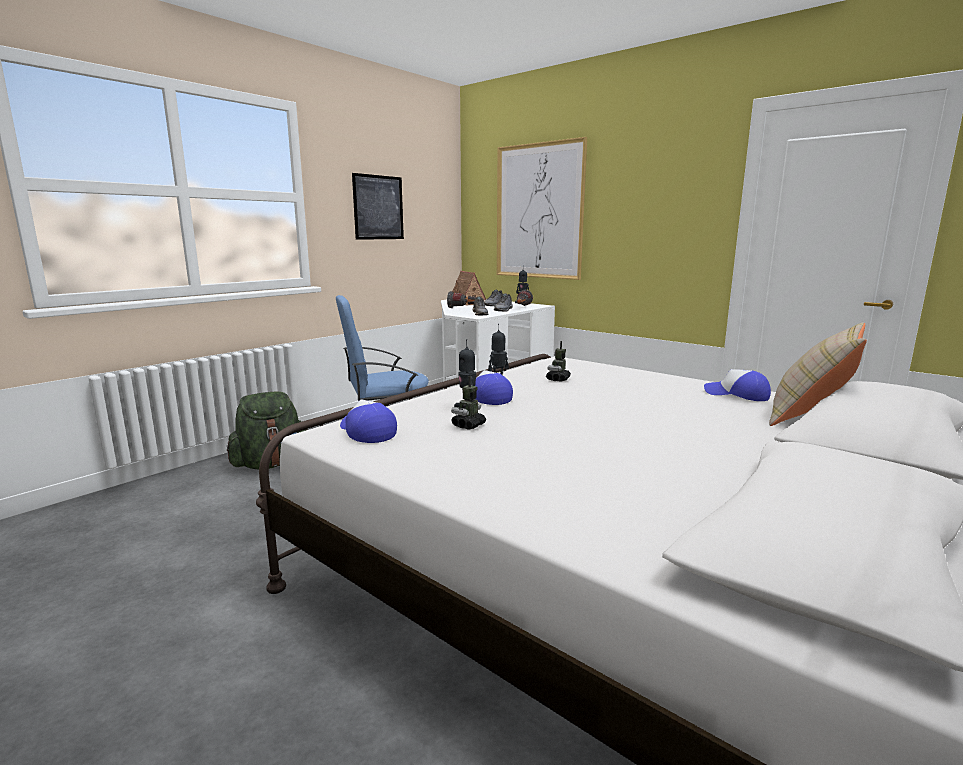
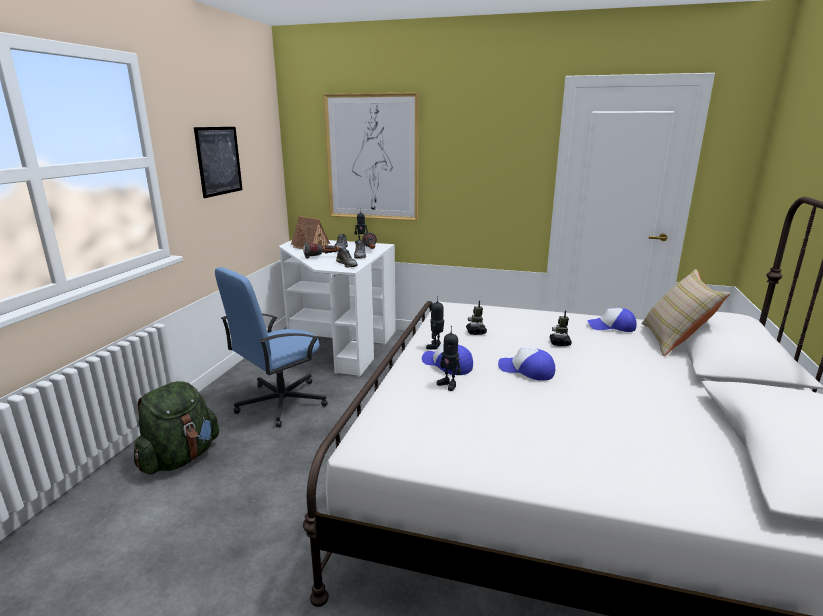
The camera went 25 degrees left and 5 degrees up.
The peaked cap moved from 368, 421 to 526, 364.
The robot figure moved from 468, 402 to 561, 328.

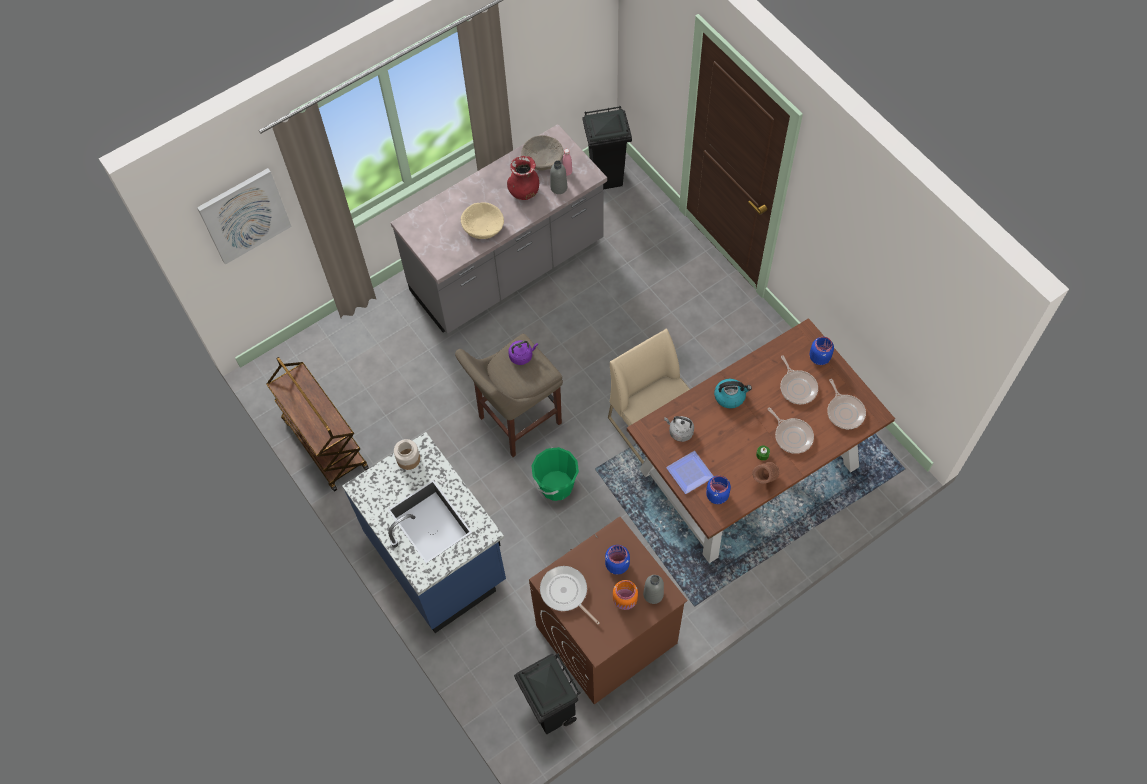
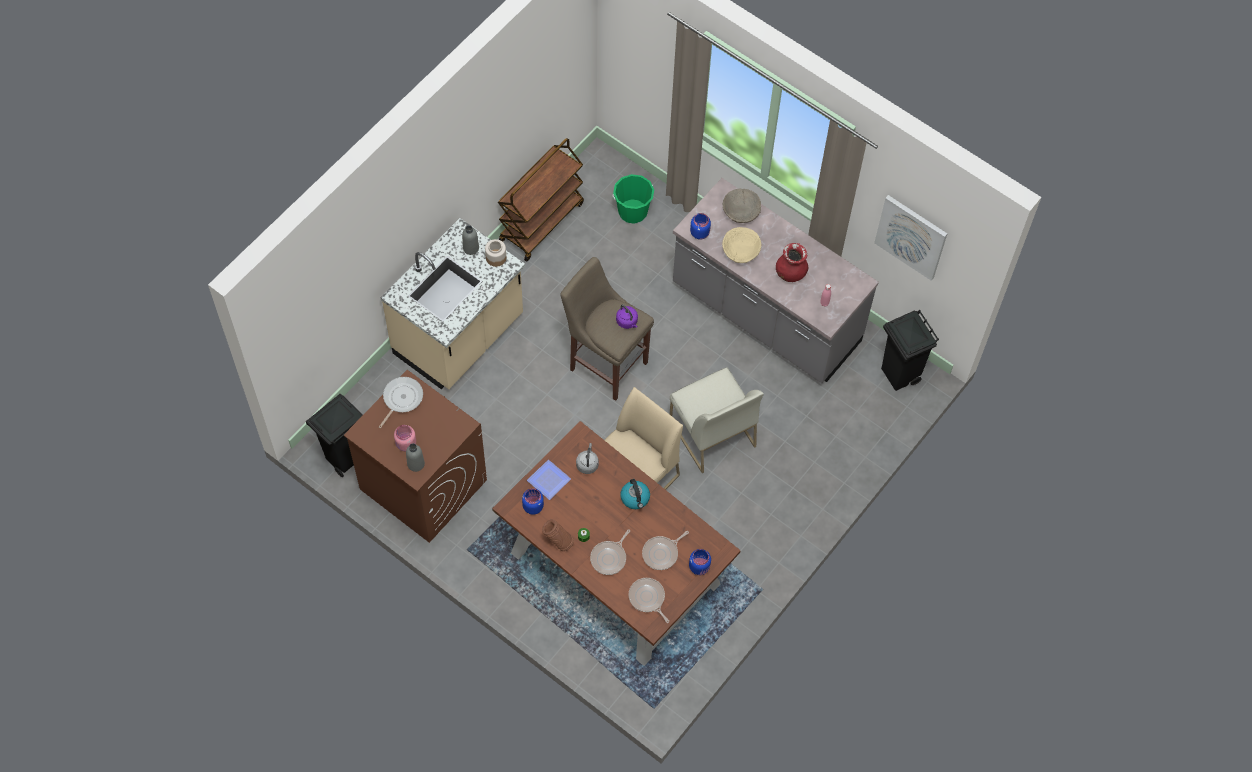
The camera went 70 degrees right and 0 degrees up.
The bluish kitchen counter at 424, 532 became the sand-coloured kitchen counter at 452, 303.
The orange preserve jar at 625, 595 became the pink preserve jar at 405, 438.
The gray bottle moved from 558, 177 to 470, 240.
The greenish bucket moved from 555, 474 to 633, 199.
The pan at 846, 404 turned 90 degrees clockwise.
The whitish chair at 717, 420 appeared.
The bluish preserve jar moved from 617, 560 to 700, 226.
The sand-coloured bowl moved from 542, 152 to 742, 206.
The wall picture moved from 244, 216 to 911, 238.

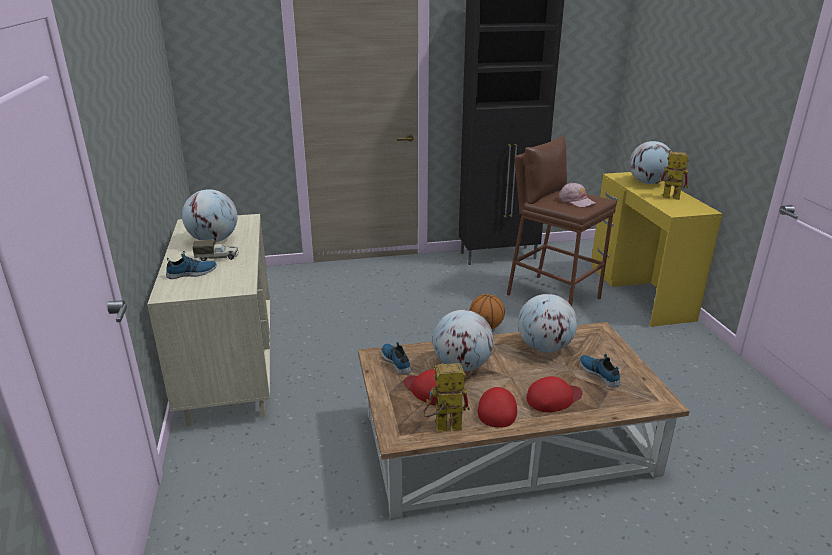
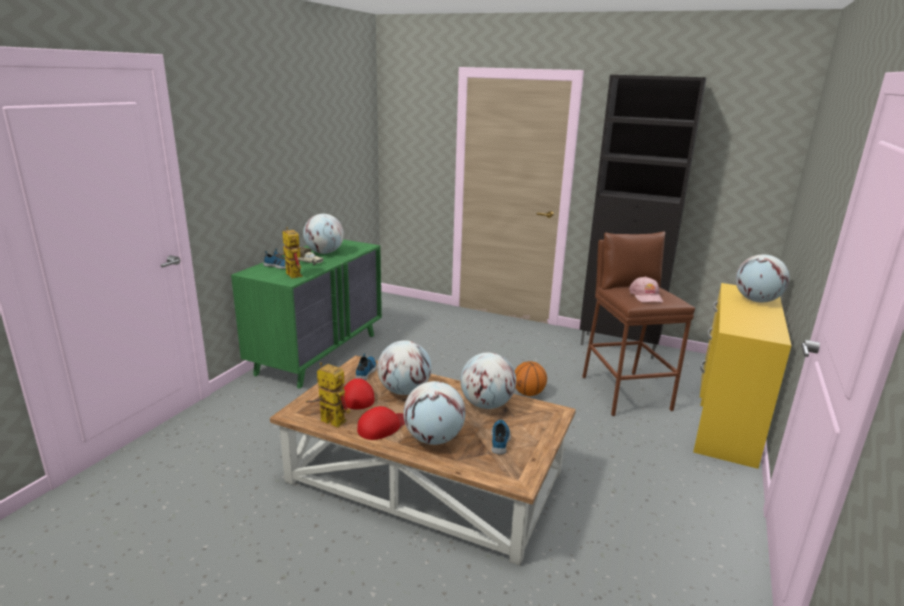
The camera went 35 degrees right and 5 degrees down.
The sand-coloured dresser at 208, 320 became the greenish dresser at 306, 314.
The robot figure moved from 672, 175 to 289, 252.
The reddish peaked cap at 554, 394 was replaced by the world globe at 434, 413.

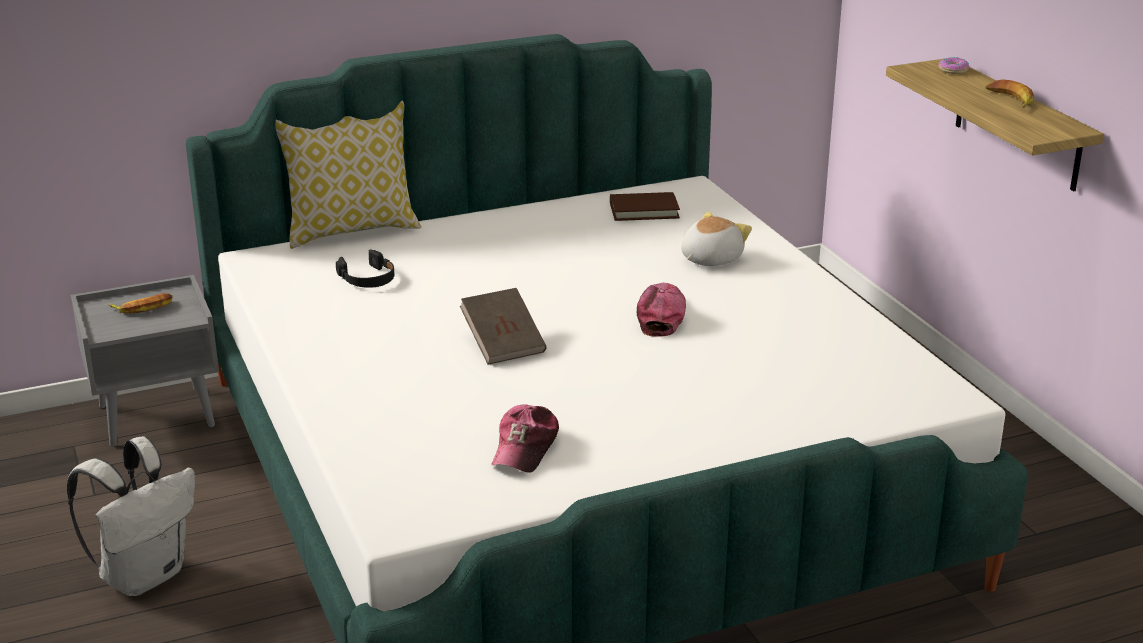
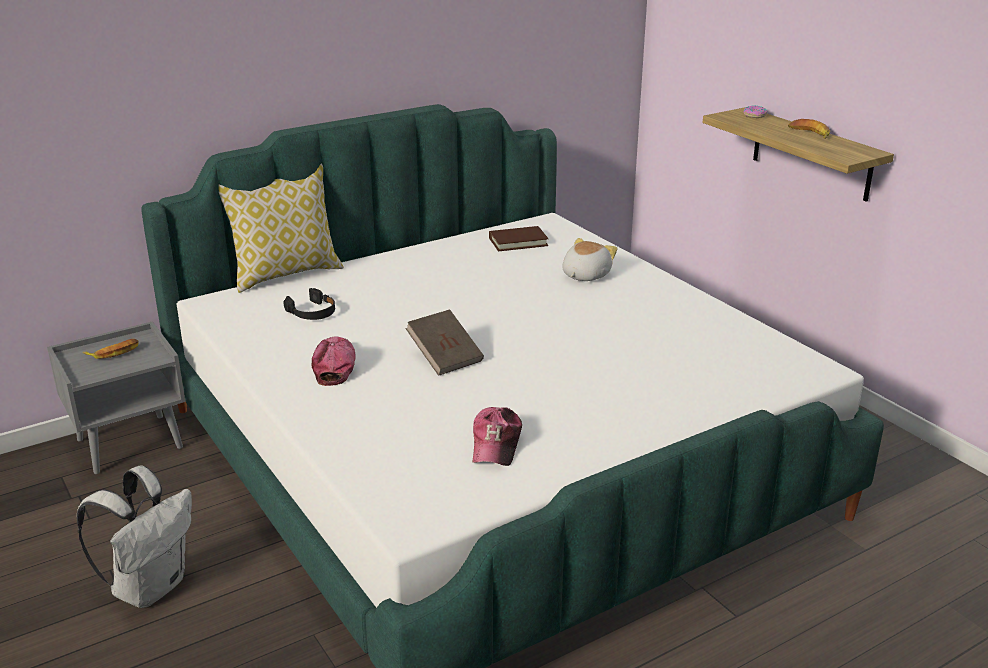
The camera went 10 degrees left and 0 degrees up.
The peaked cap moved from 661, 310 to 334, 361.

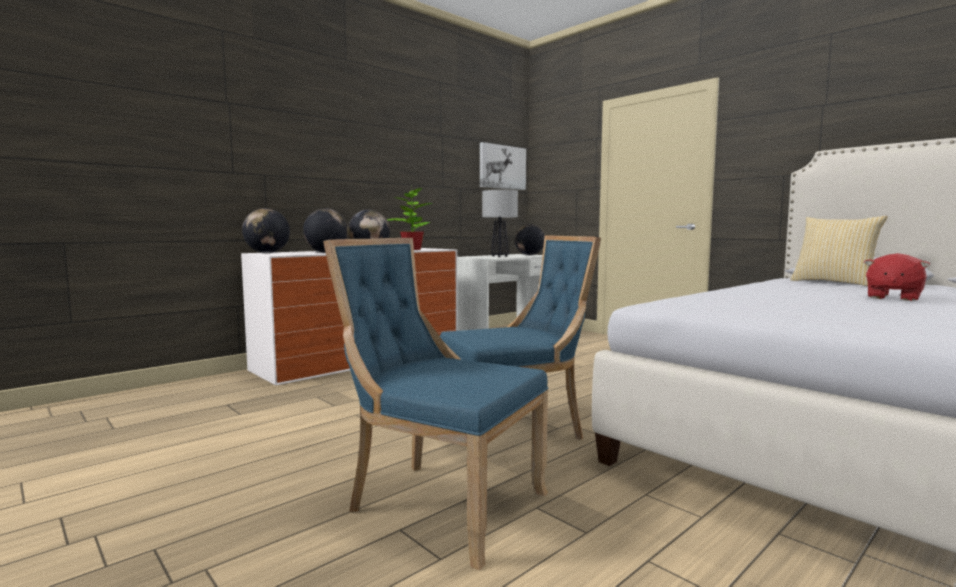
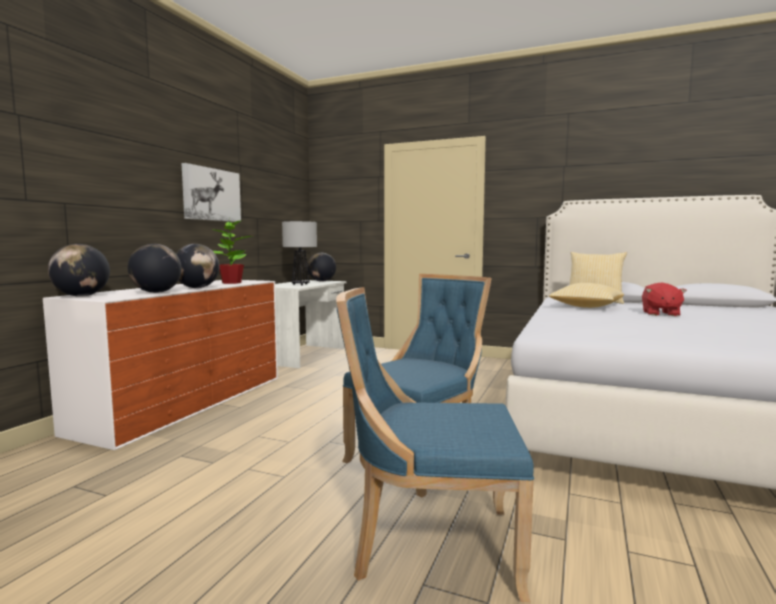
The camera went 25 degrees left and 0 degrees up.
The wall picture moved from 503, 166 to 211, 192.
The pillow at 586, 295 appeared.

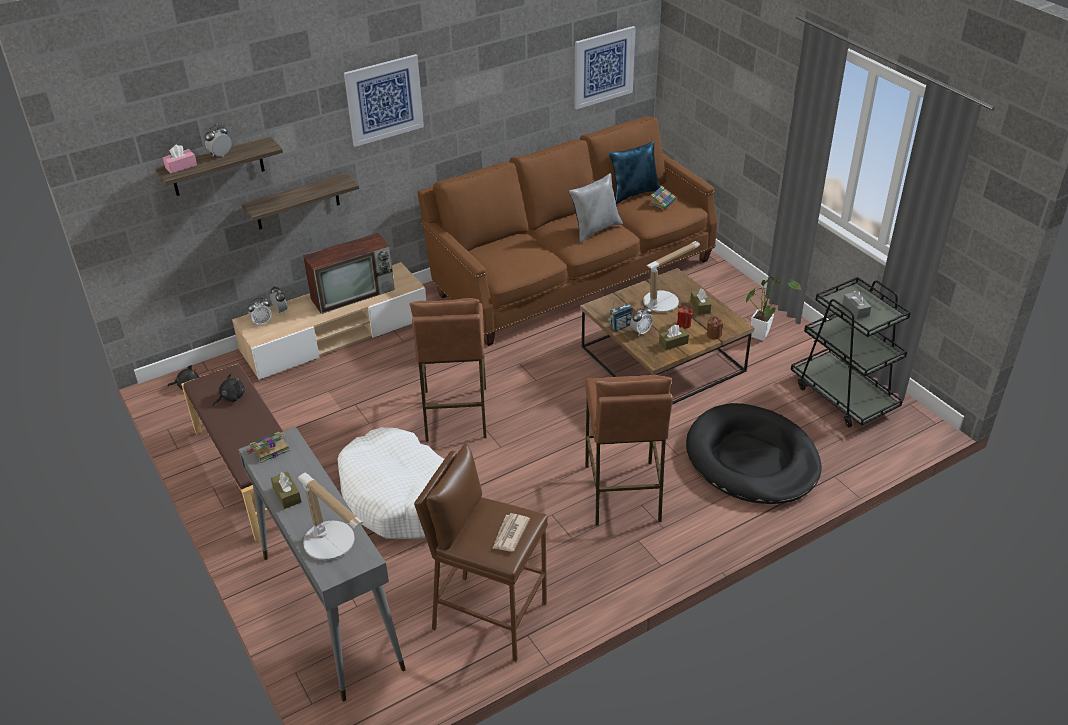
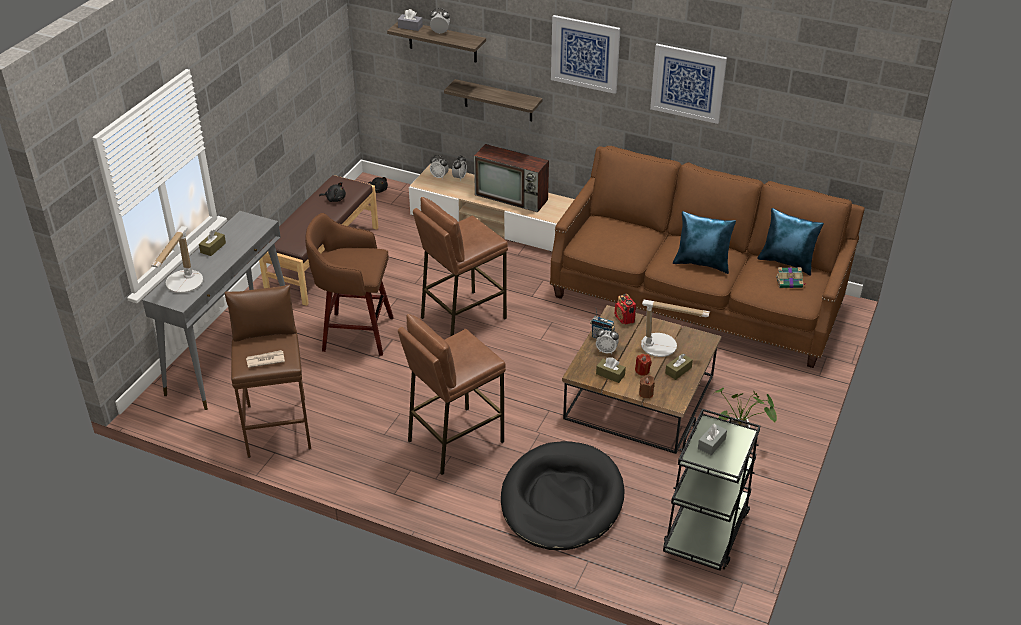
The camera went 55 degrees right and 0 degrees up.
The whitish dog bed at 391, 483 was replaced by the brown stool seat at 349, 284.
The pink box of tissues at 180, 159 became the gray box of tissues at 410, 20.
The radio set at 625, 309 appeared.
The wall picture moved from 605, 67 to 688, 84.
The gray pillow at 596, 208 became the bluish pillow at 704, 242.
The volume at 268, 447 disappeared.

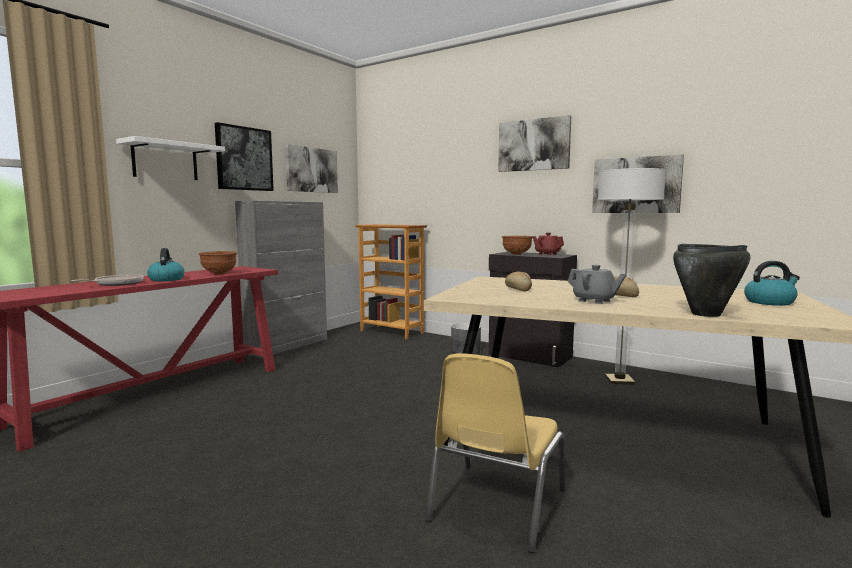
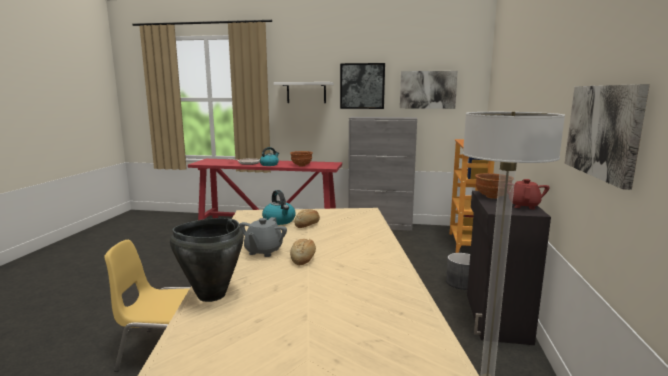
The camera went 65 degrees right and 5 degrees up.
The kettle moved from 772, 283 to 279, 207.
The wall picture at 534, 143 disappeared.

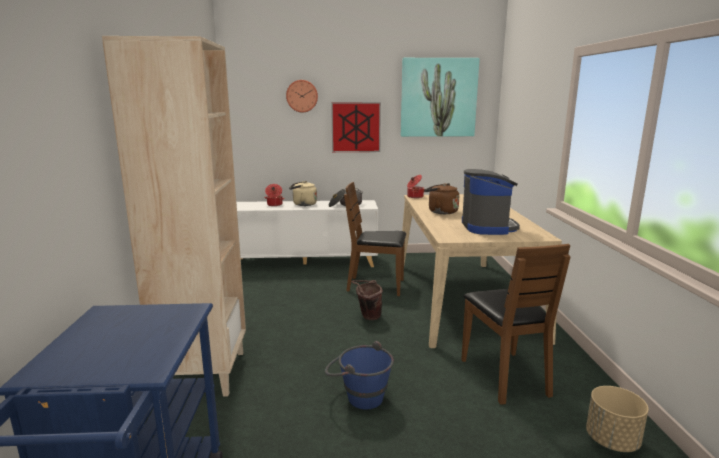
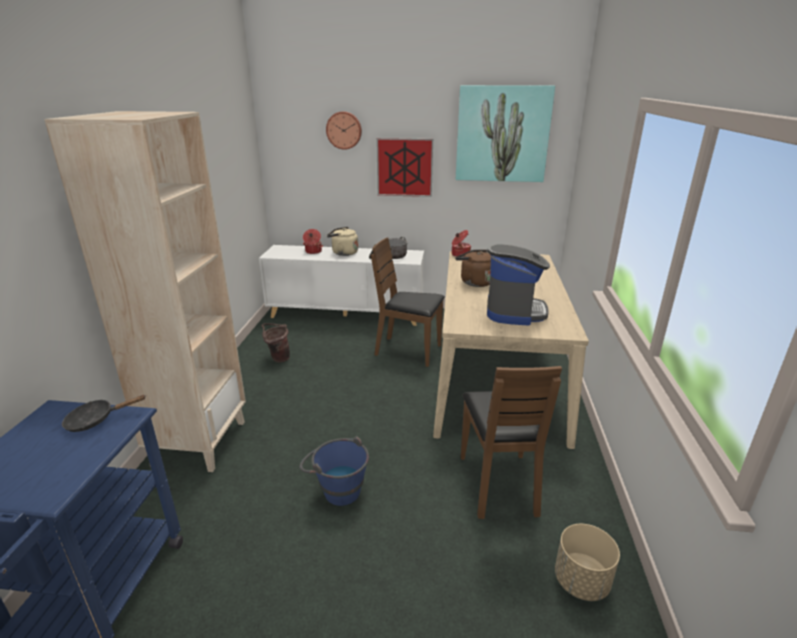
The camera went 10 degrees right and 10 degrees up.
The black-coloured pan at 104, 413 appeared.
The brown bucket moved from 367, 300 to 276, 342.

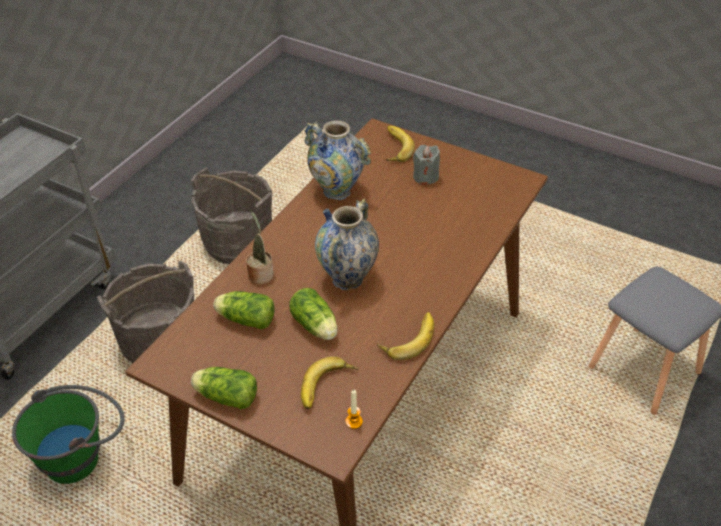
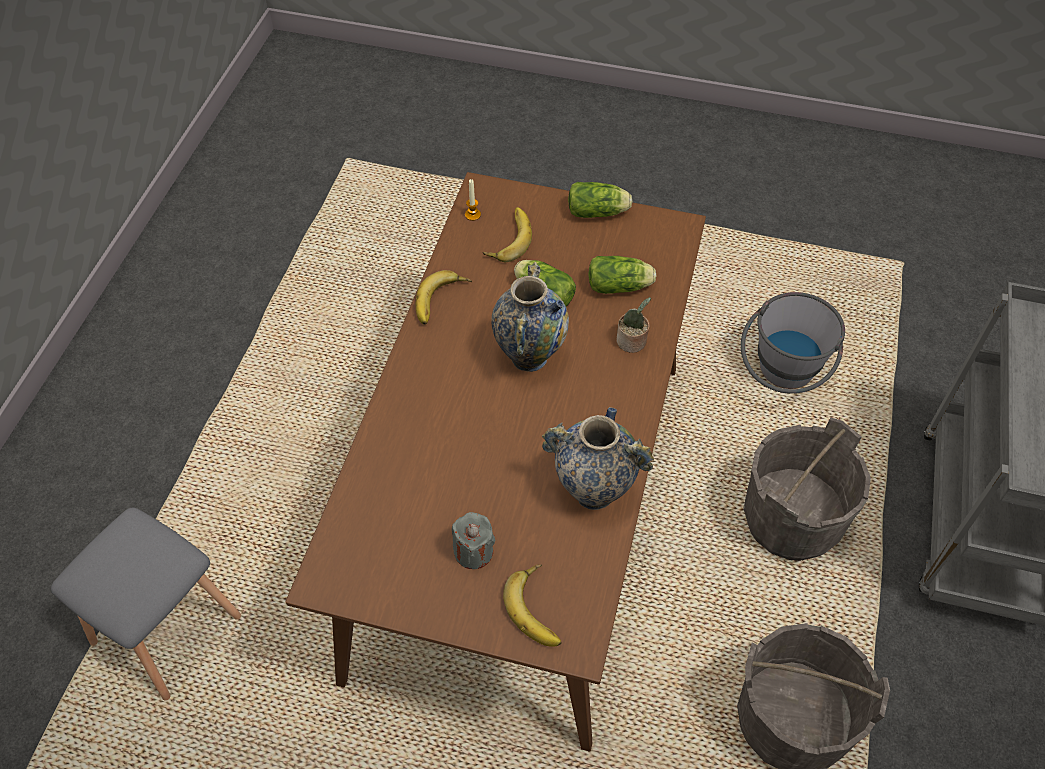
The camera went 165 degrees right and 10 degrees up.
The greenish bucket at 68, 434 became the gray bucket at 793, 343.

